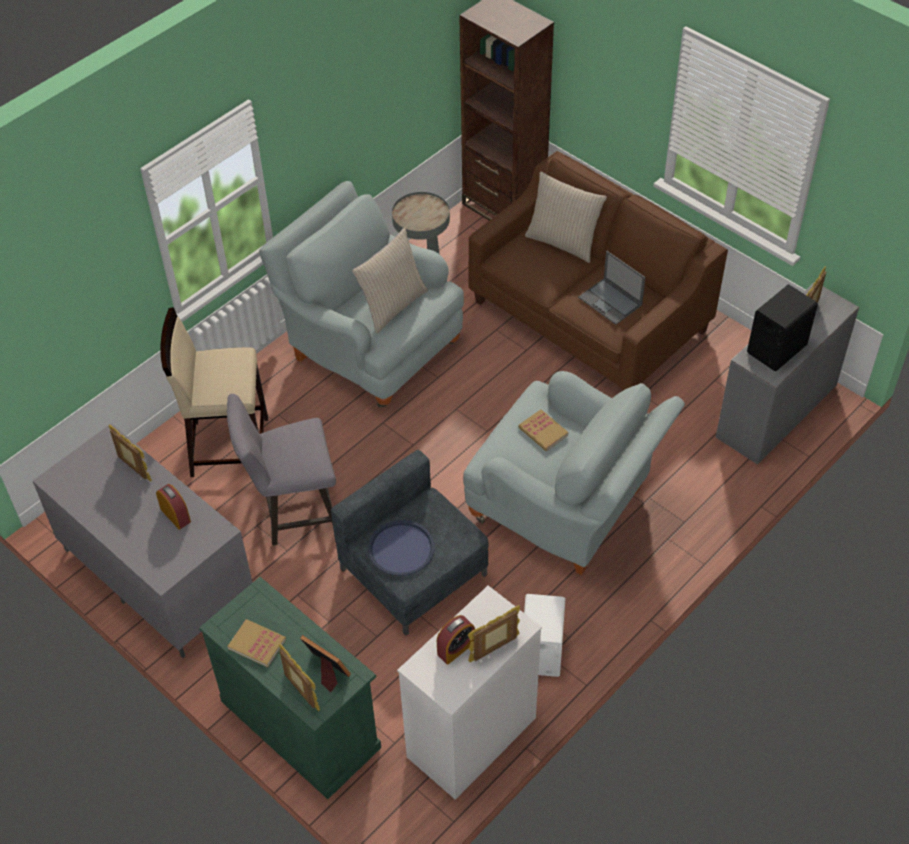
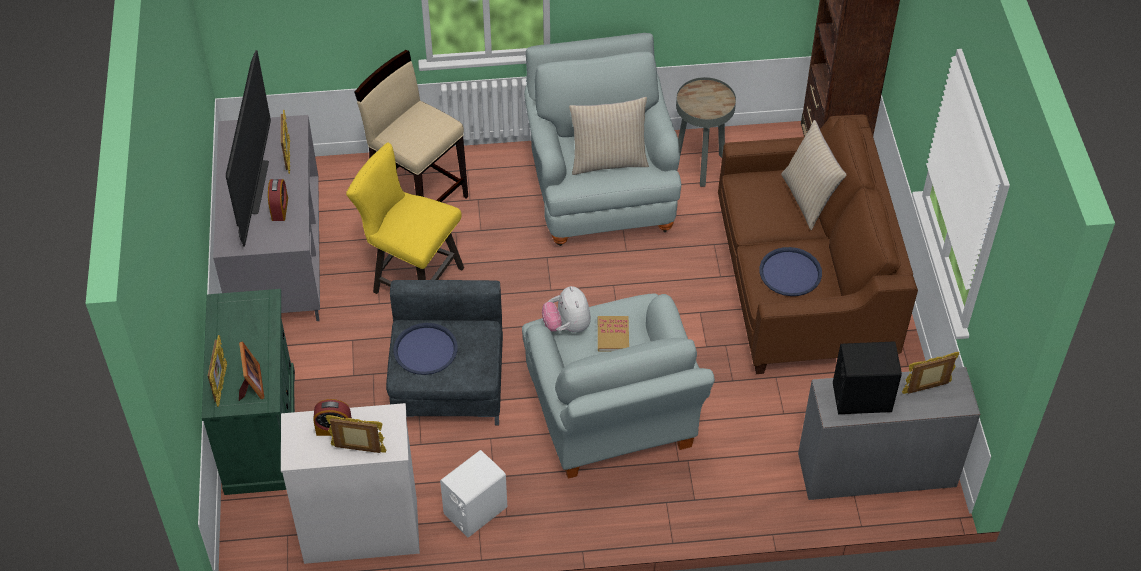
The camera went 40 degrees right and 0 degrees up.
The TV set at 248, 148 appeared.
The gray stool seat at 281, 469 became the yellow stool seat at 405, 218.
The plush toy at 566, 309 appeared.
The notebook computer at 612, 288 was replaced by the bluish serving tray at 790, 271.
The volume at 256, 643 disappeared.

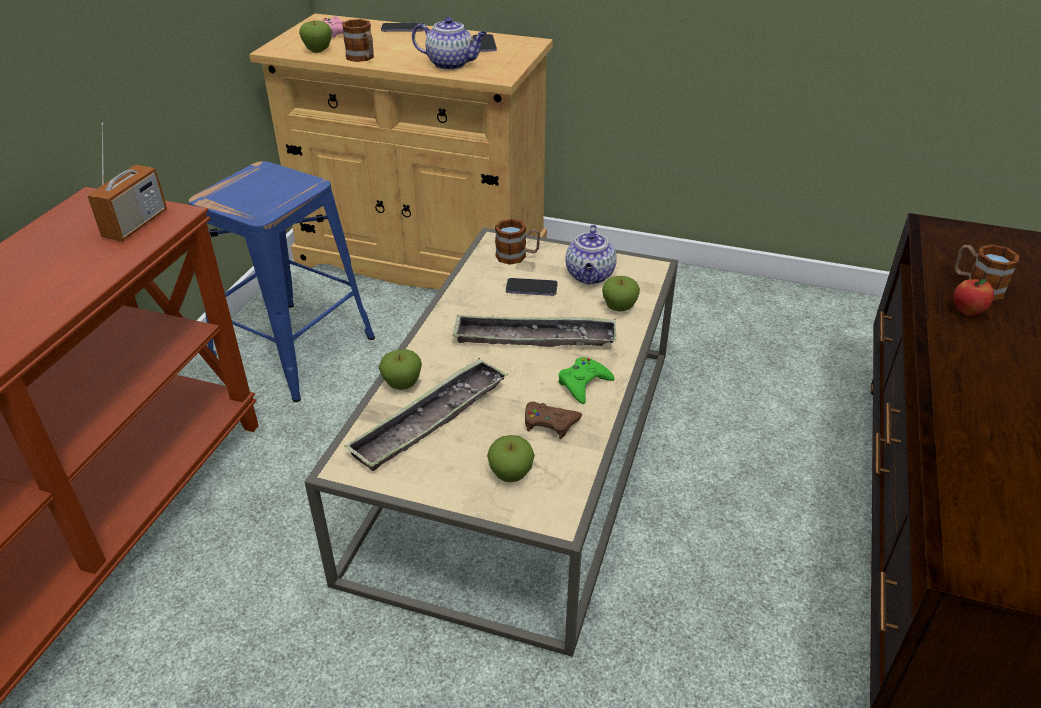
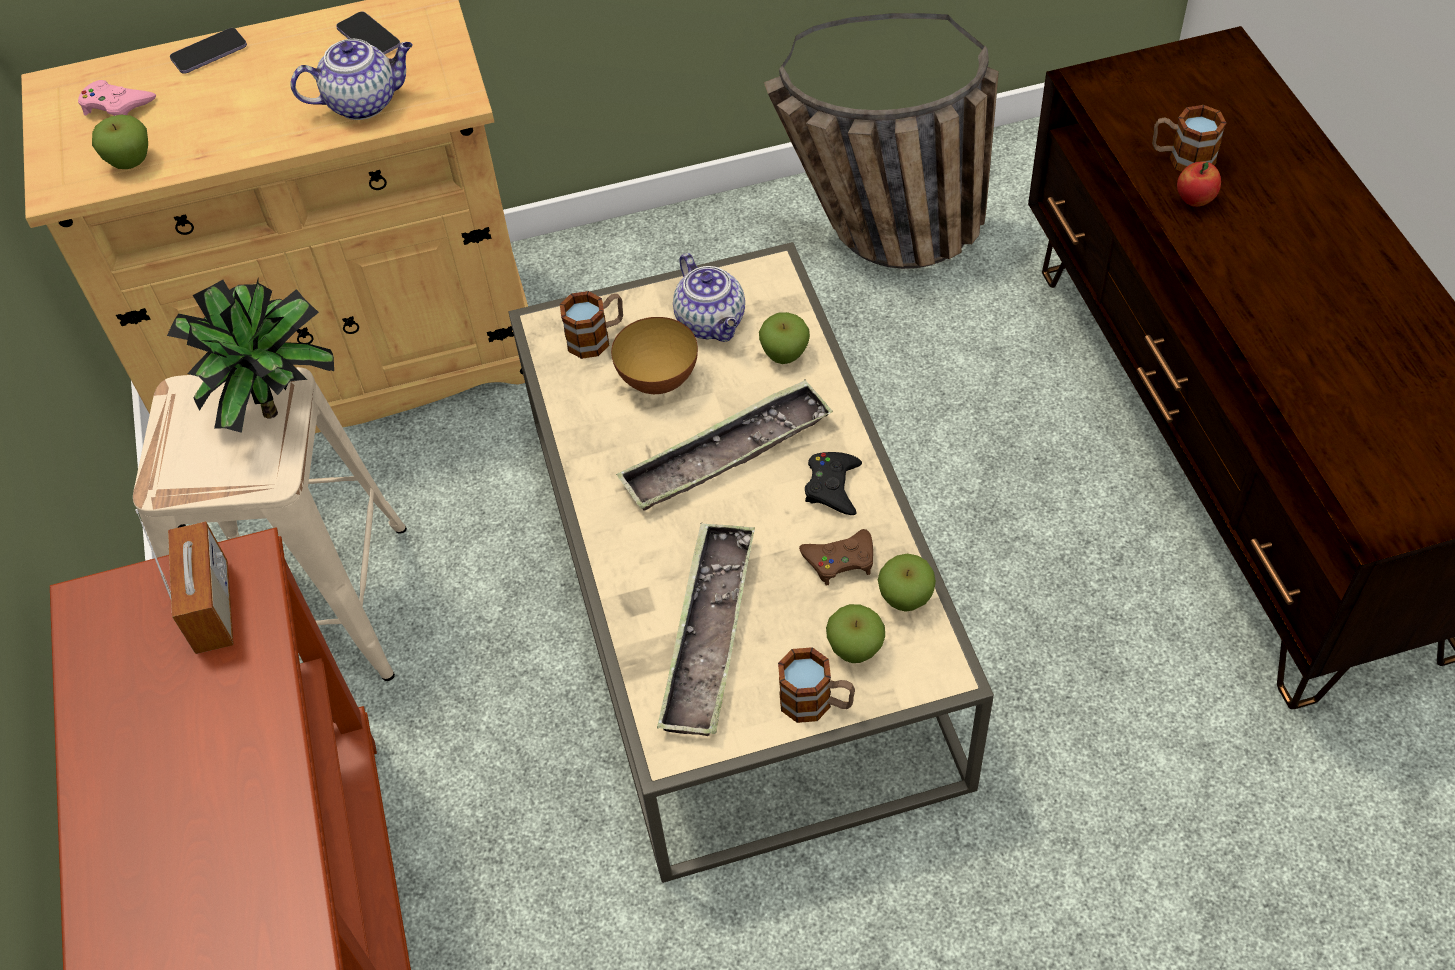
The camera went 30 degrees left and 15 degrees up.
The bluish stool seat at 281, 281 became the sand-coloured stool seat at 270, 524.
The houseplant at 250, 356 appeared.
The phone at 532, 287 was replaced by the bowl at 654, 355.
The household basket at 881, 141 appeared.
The tea mug moved from 358, 40 to 816, 685.
The greenish joypad at 586, 380 became the black-coloured joypad at 833, 483.
The whole apple moved from 400, 369 to 907, 583.

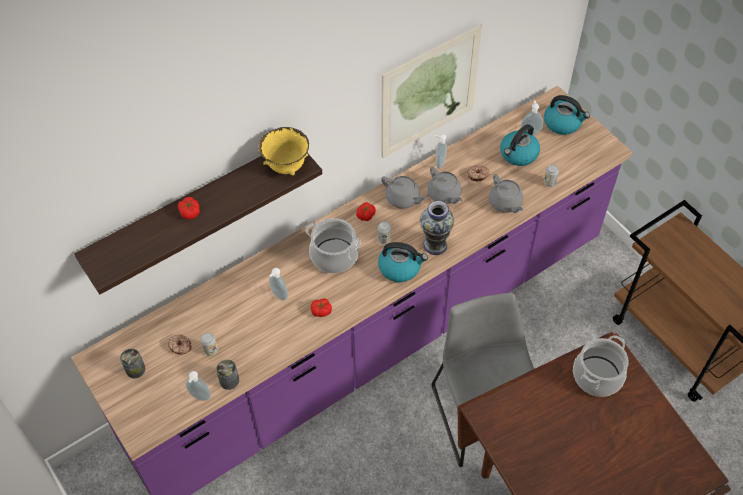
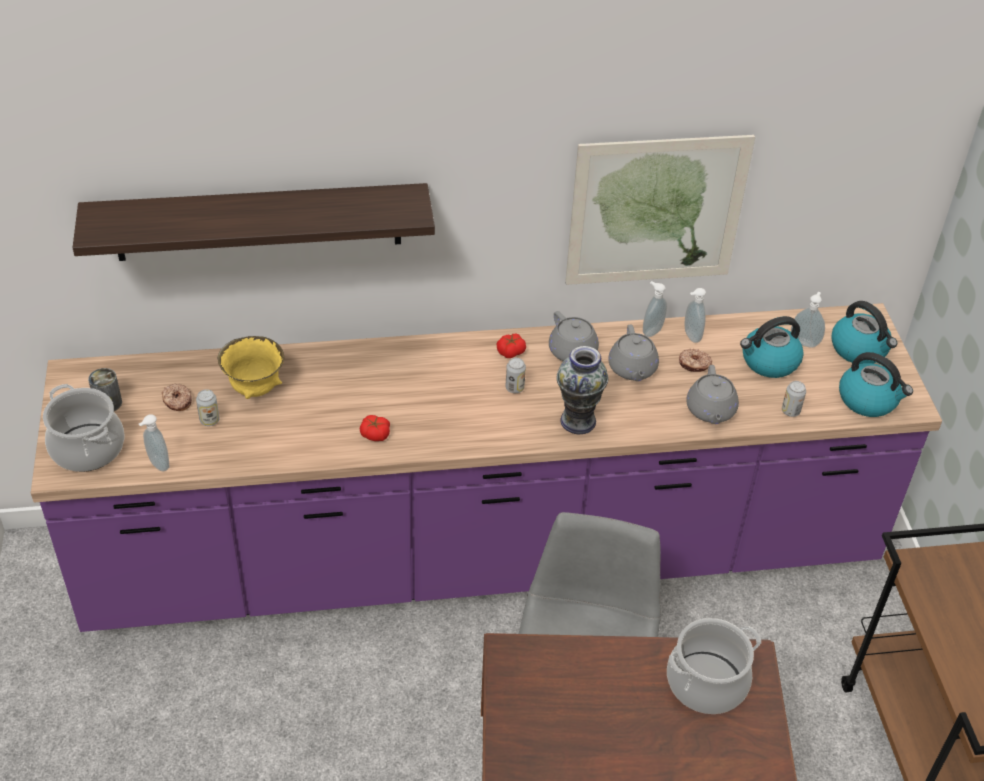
The camera went 25 degrees right and 10 degrees down.
The cooking pot moved from 333, 245 to 83, 428.
The yellow bowl moved from 283, 151 to 251, 367.
The liquid soap bottle moved from 278, 284 to 695, 315.
The kettle moved from 403, 262 to 876, 384.
The whole tomato at 189, 208 disappeared.
The can at 227, 375 disappeared.

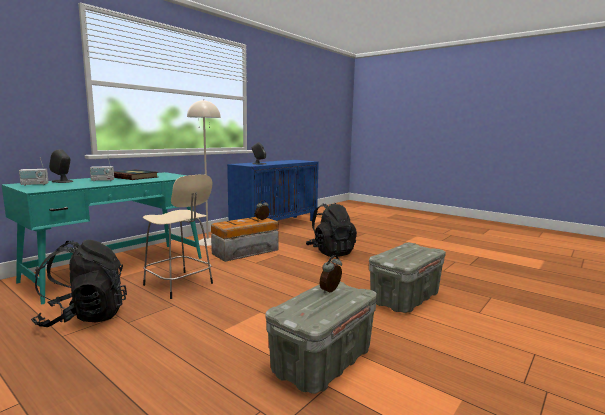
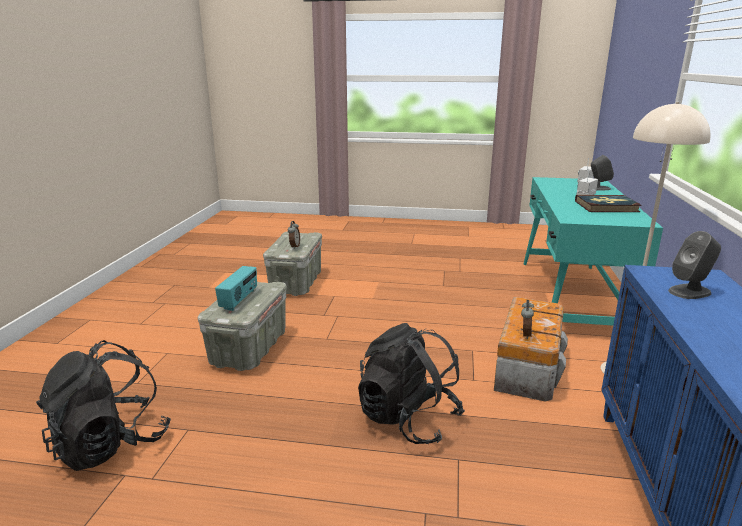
The camera went 150 degrees right and 10 degrees up.
The black-coloured backpack moved from 79, 283 to 103, 405.
The radio set at 236, 288 appeared.
The sand-coloured stool seat at 178, 236 disappeared.

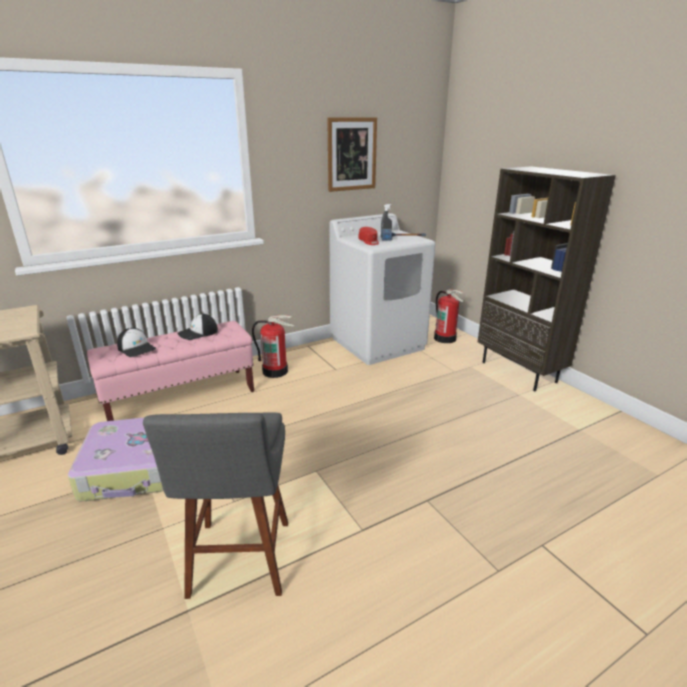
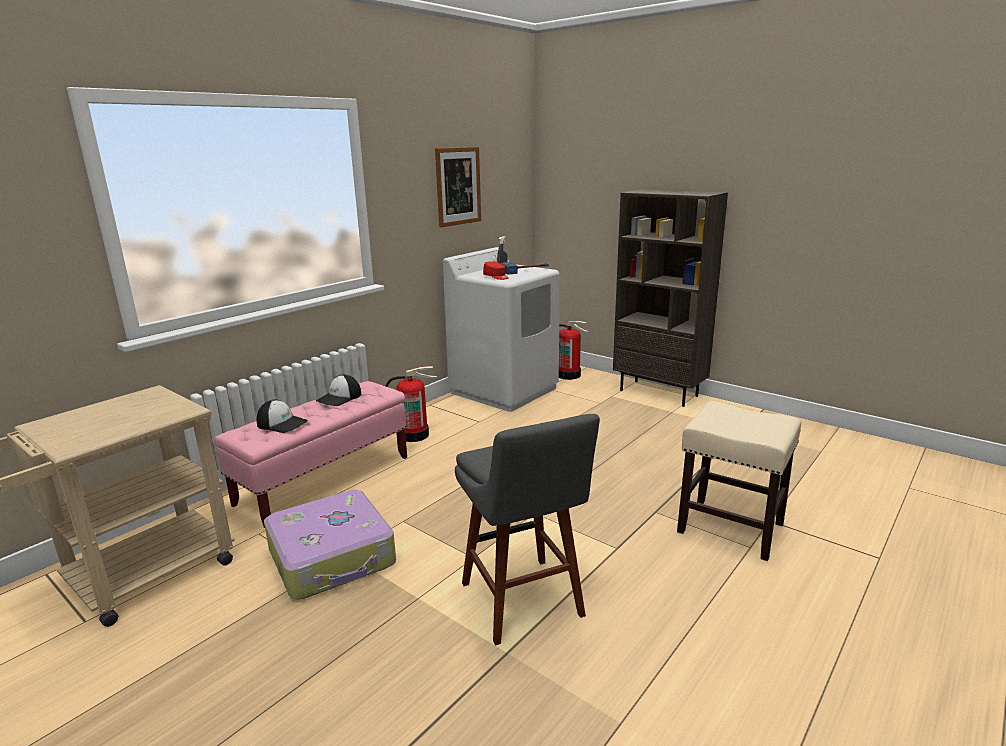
The camera went 20 degrees left and 5 degrees down.
The sand-coloured stool seat at 739, 481 appeared.

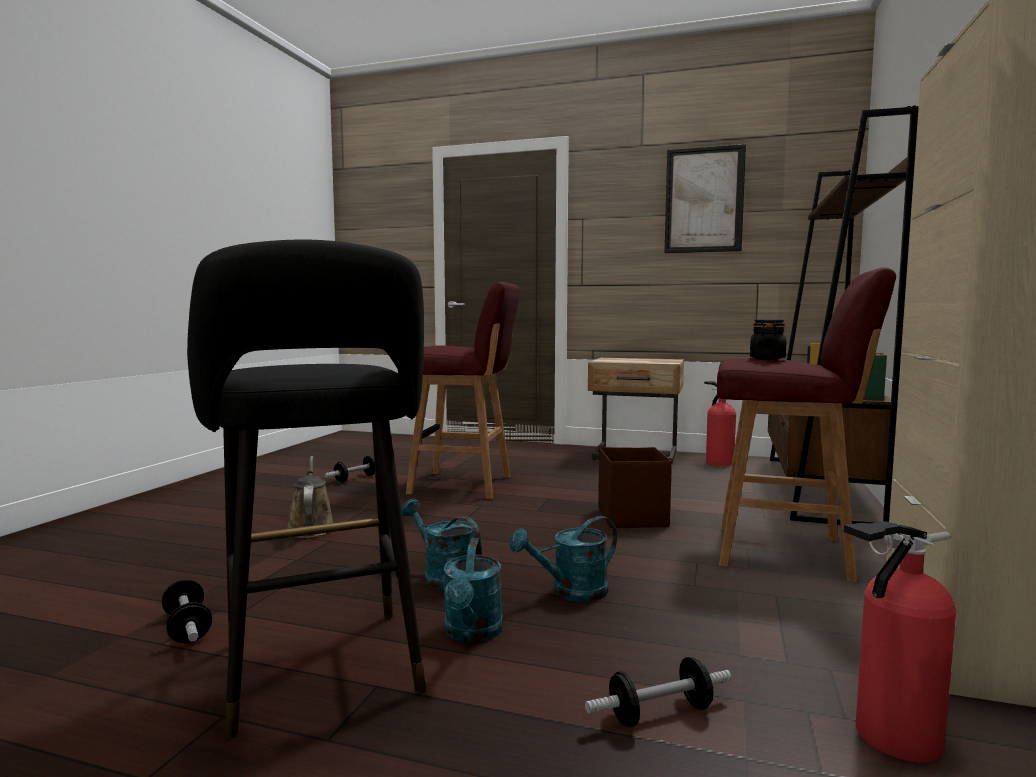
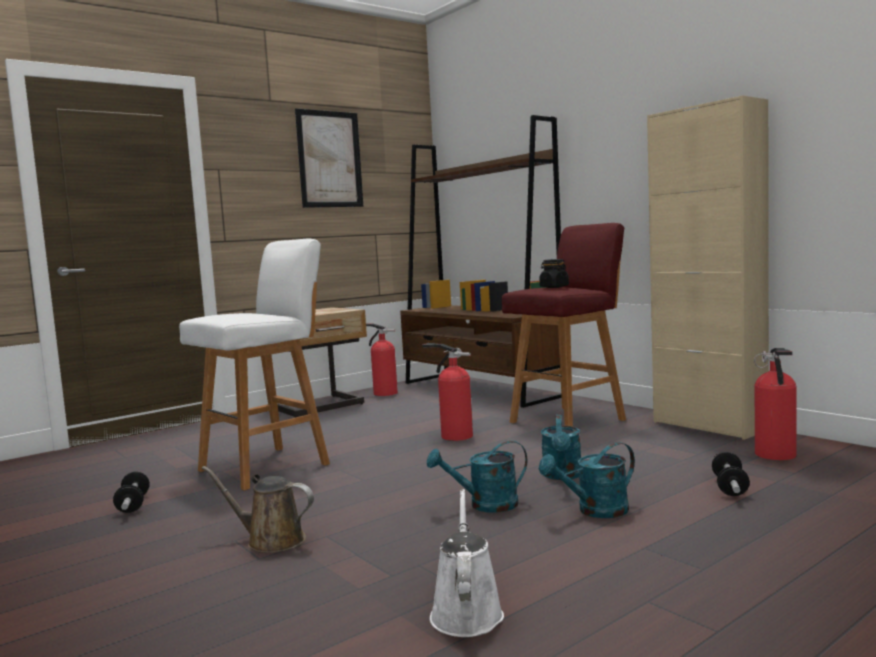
The camera went 55 degrees left and 0 degrees up.
The reddish stool seat at 463, 390 became the whitish stool seat at 254, 364.
The brown storage bin at 635, 487 was replaced by the extinguisher at 447, 392.
The free weight at 187, 611 was replaced by the whitish sprinkling can at 467, 563.
The turquoise-coloured sprinkling can at 473, 590 turned 120 degrees clockwise.
The black-coloured stool seat at 306, 488 disappeared.

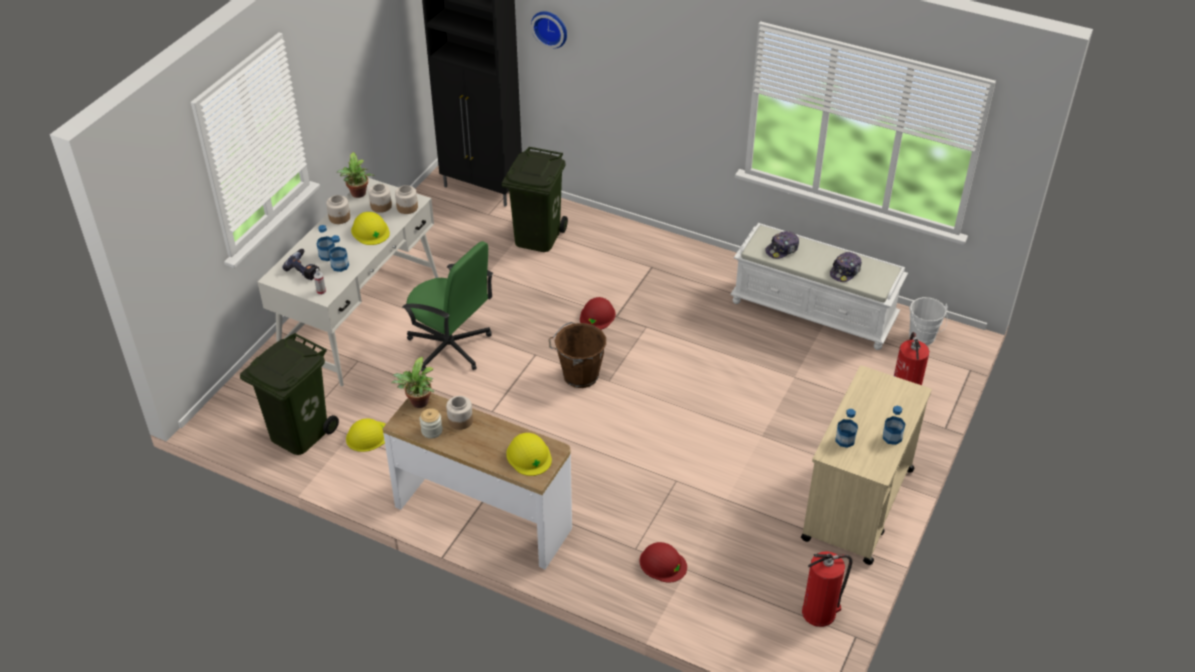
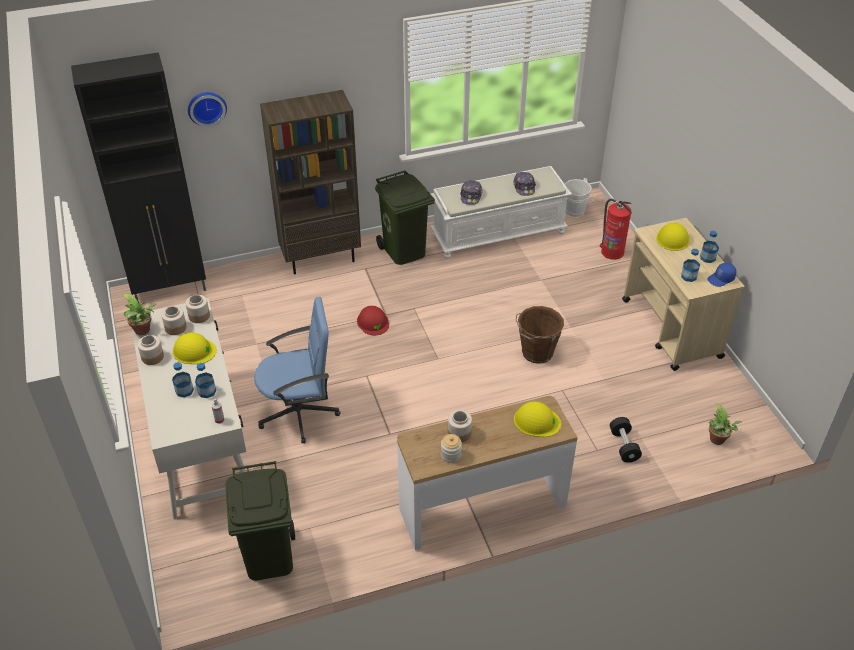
The camera went 45 degrees left and 0 degrees up.
The greenish computer chair at 447, 306 became the bluish computer chair at 297, 370.
The brown bookshelf at 310, 182 appeared.
The greenish waste bin moved from 535, 199 to 405, 217.
The brown bucket moved from 577, 355 to 540, 335.
The reddish safety helmet at 663, 562 was replaced by the black-coloured free weight at 626, 440.
The yellow safety helmet moved from 366, 435 to 673, 237.
The bluish peaked cap at 721, 275 appeared.
The houseplant moved from 413, 382 to 725, 424.
The power drill at 301, 264 disappeared.
The extinguisher at 827, 589 disappeared.

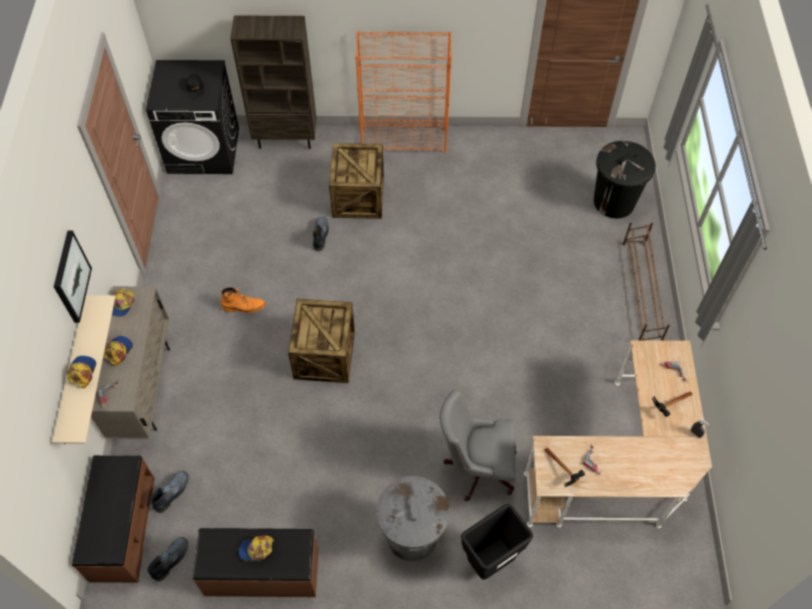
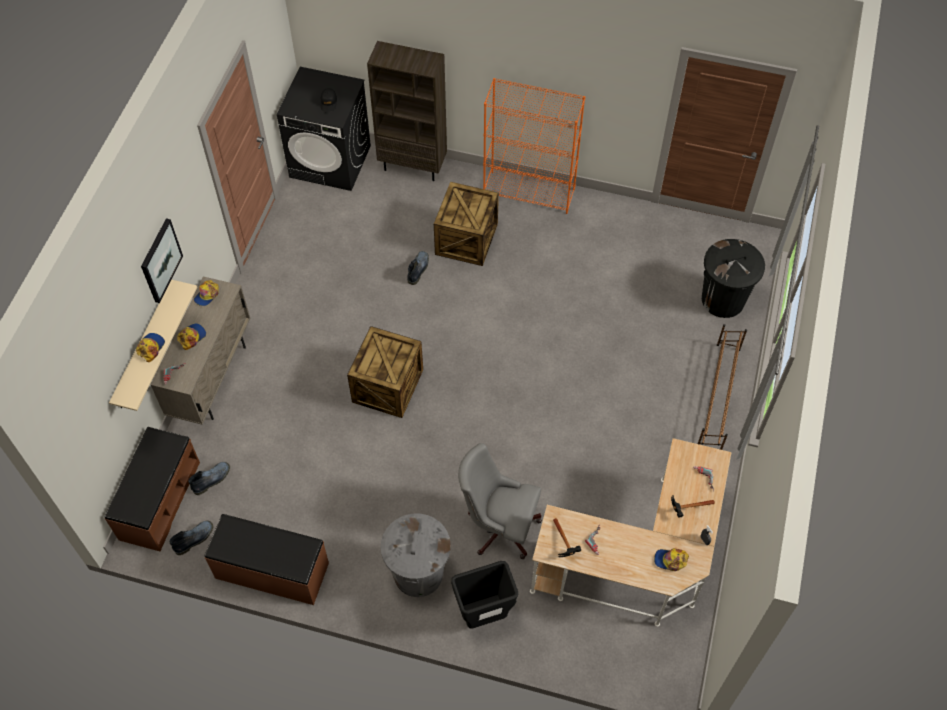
The camera went 15 degrees right and 0 degrees up.
The peaked cap moved from 256, 548 to 671, 559.
The orange tall boot at 243, 300 disappeared.

